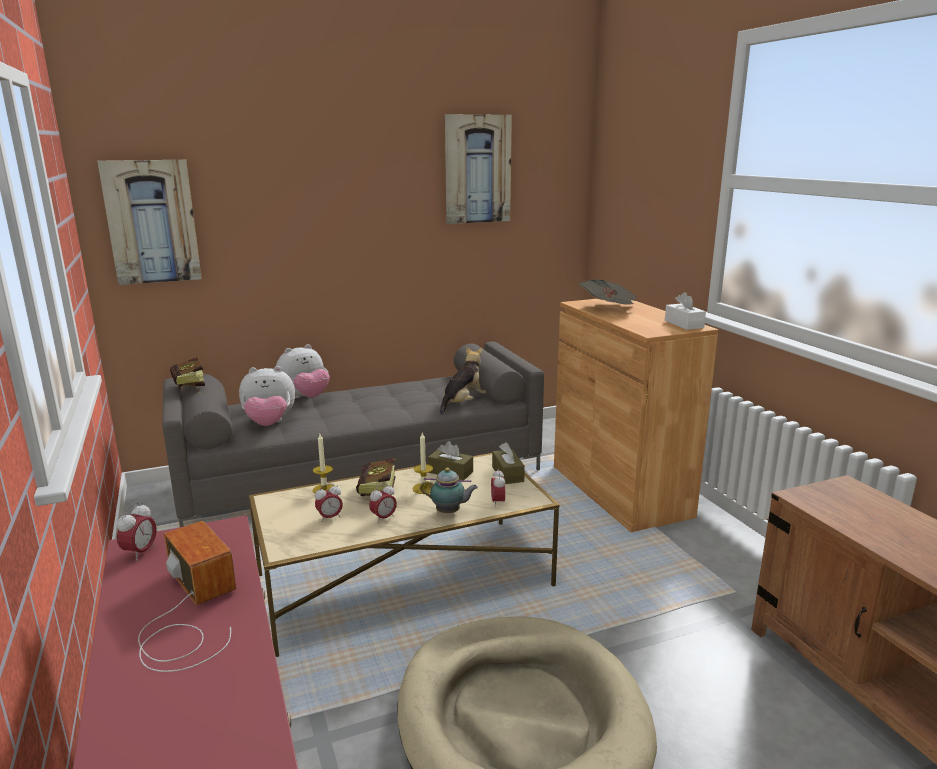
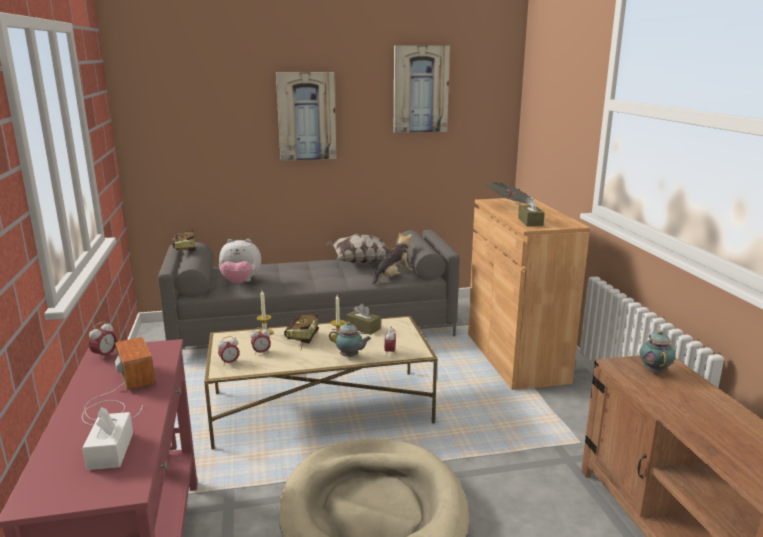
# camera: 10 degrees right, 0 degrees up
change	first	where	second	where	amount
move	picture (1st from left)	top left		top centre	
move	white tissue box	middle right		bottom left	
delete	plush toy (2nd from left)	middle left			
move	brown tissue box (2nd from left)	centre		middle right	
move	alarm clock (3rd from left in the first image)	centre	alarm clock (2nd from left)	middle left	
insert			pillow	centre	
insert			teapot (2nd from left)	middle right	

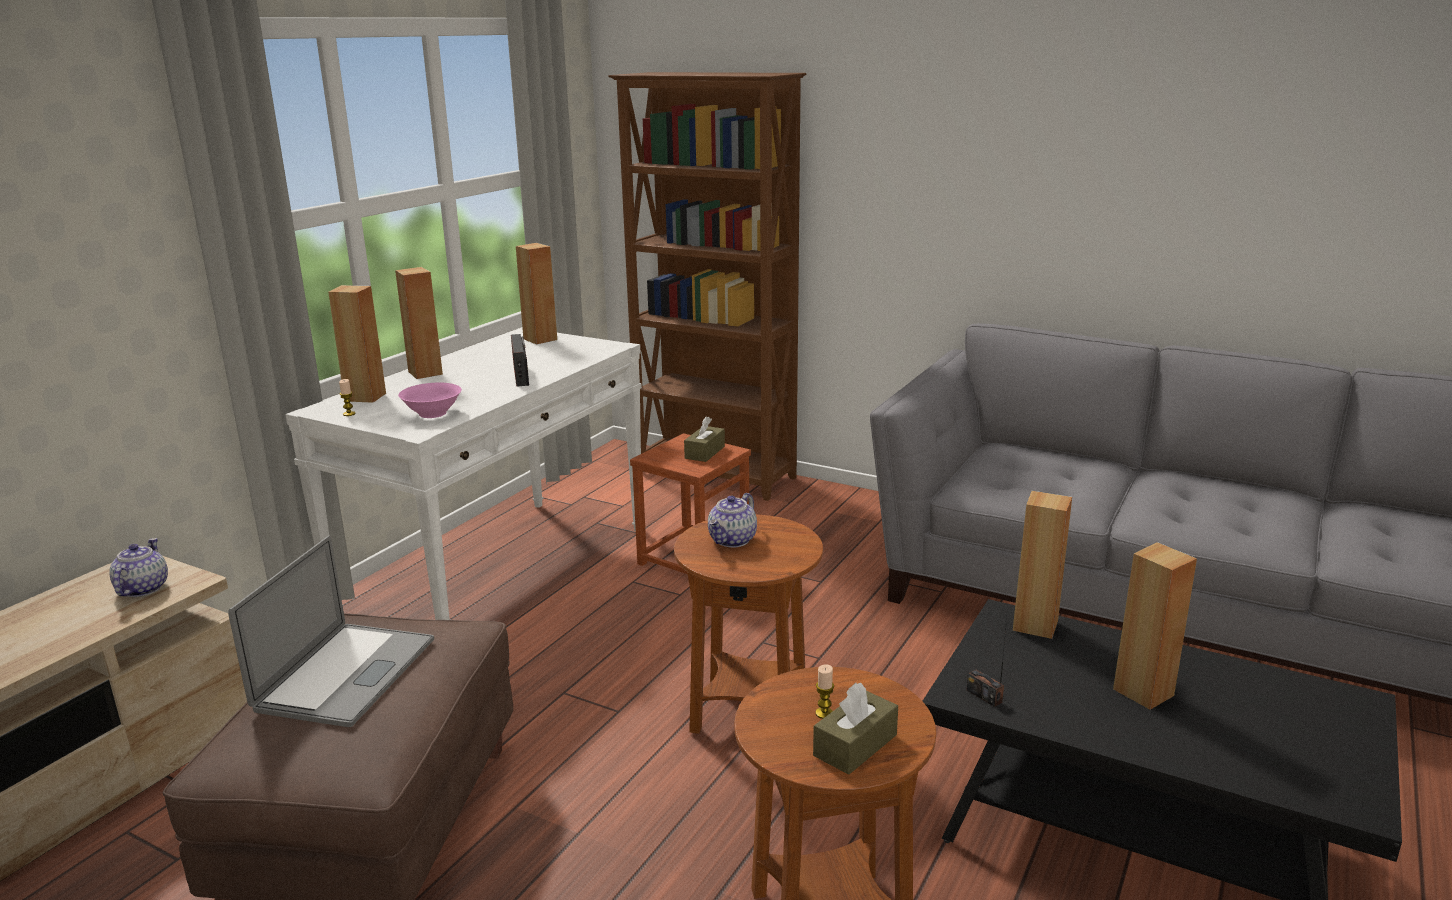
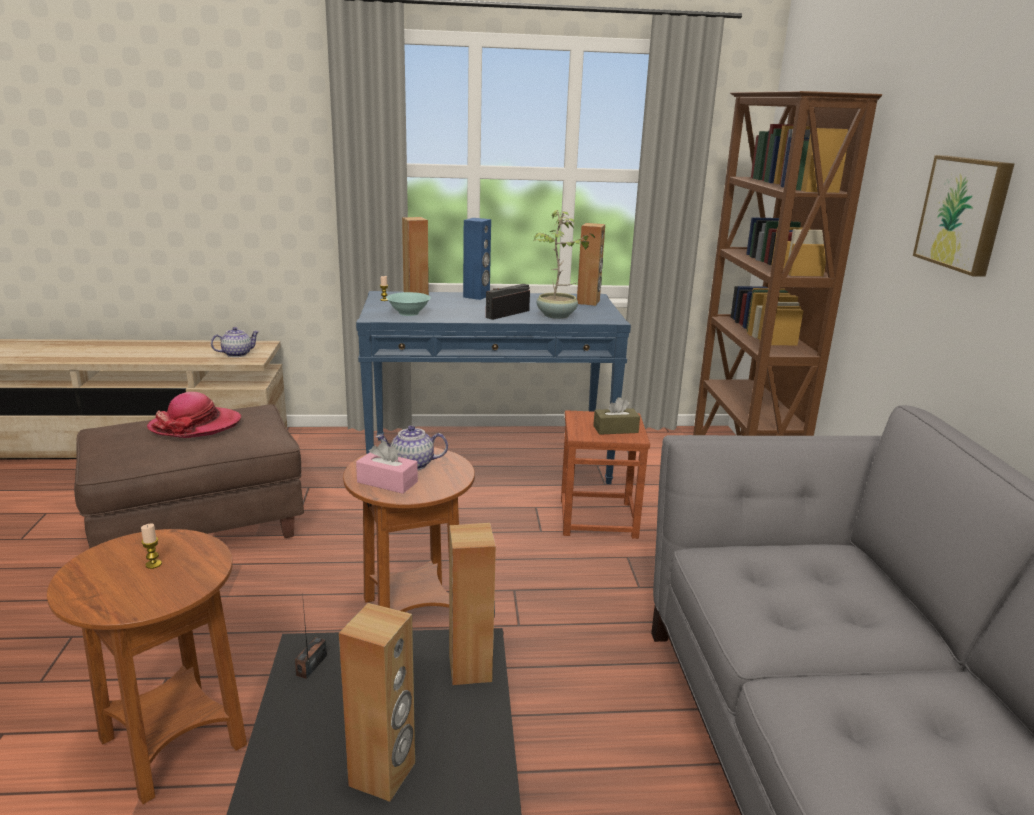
# camera: 55 degrees right, 0 degrees up
change	first	where	second	where	amount
recolor	brown speaker (2nd from left)	middle left	blue speaker	top centre	
recolor	white console table	middle left	blue console table	centre	
recolor	pink bowl	middle left	turquoise bowl	centre	
replace	laptop	bottom left	hat	middle left	
delete	brown tissue box (2nd from left)	bottom centre			
insert			picture	top right	
insert			potted plant	top centre	
insert			pink tissue box	centre	

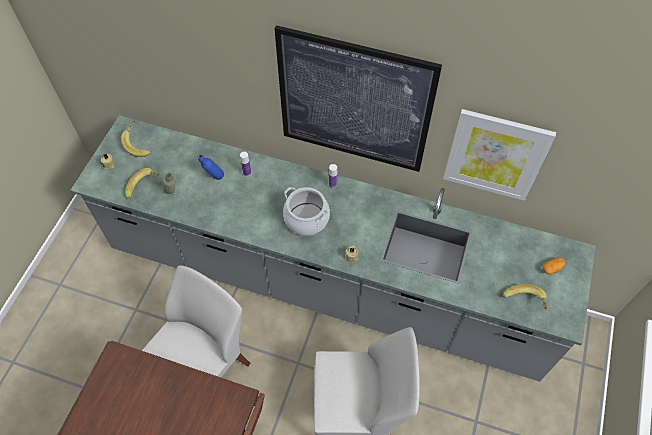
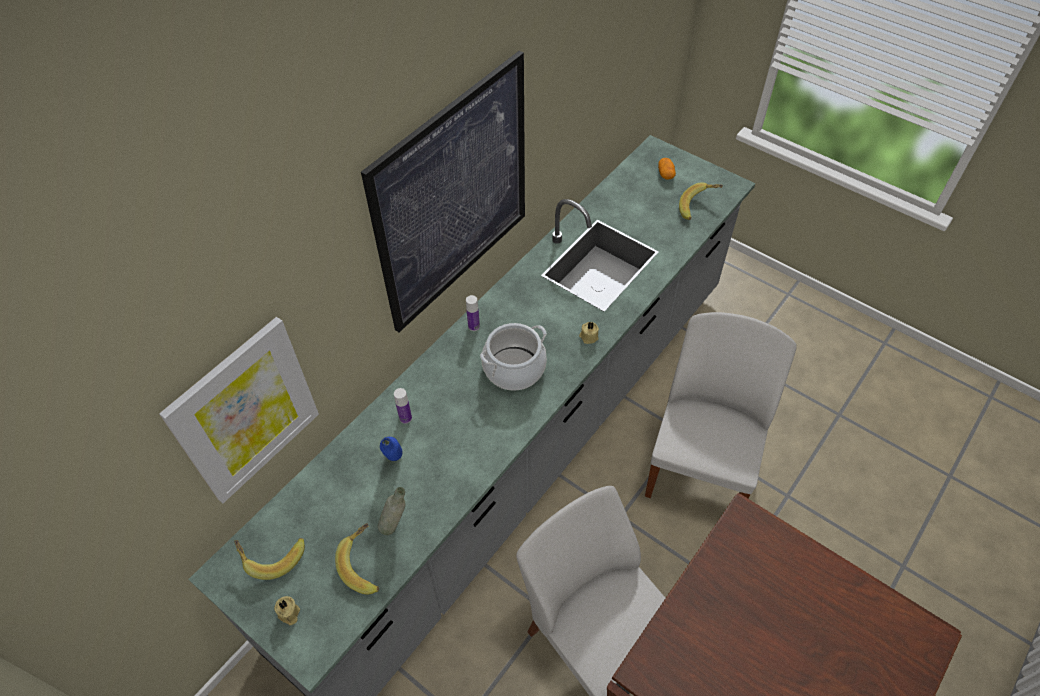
# camera: 70 degrees left, 5 degrees down
change	first	where	second	where	amount
move	picture (2nd from left in the first image)	middle right	picture (1st from left)	middle left	

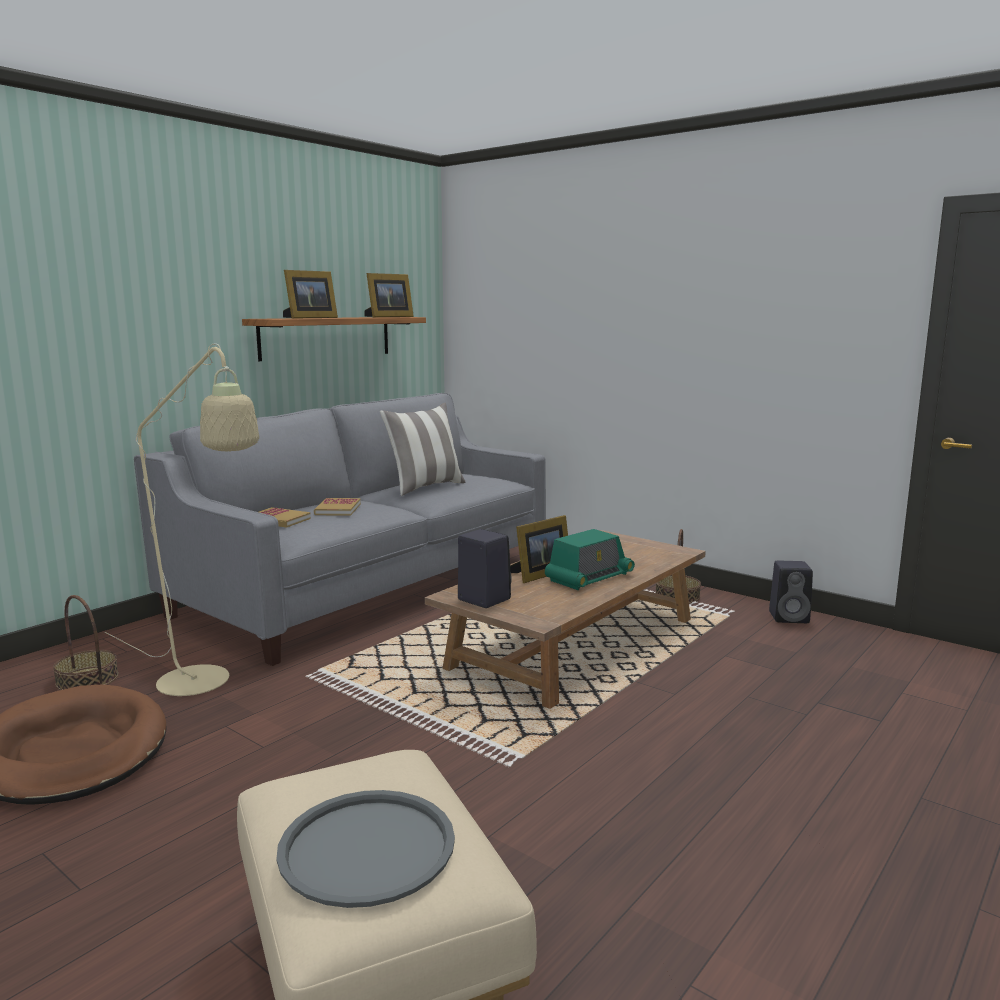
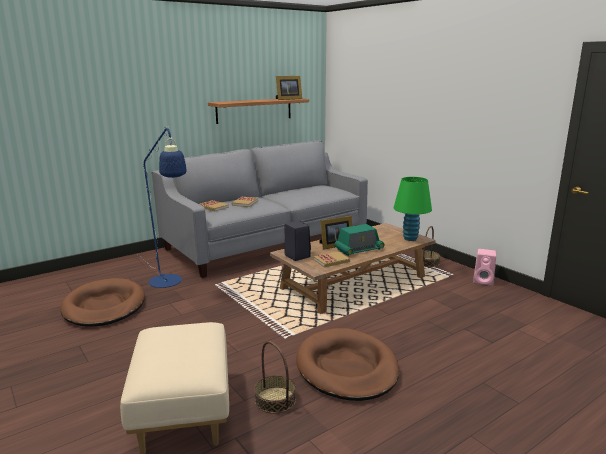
# camera: 15 degrees right, 5 degrees up
change	first	where	second	where	amount
delete	picture frame (1st from left)	top left			
recolor	beige floor lamp	middle left	blue floor lamp	middle left	
delete	pillow	centre			
recolor	black speaker (2nd from left)	middle right	pink speaker	middle right	
move	basket (1st from left)	middle left		bottom centre	
delete	grey tray	bottom centre			
insert			green table lamp	middle right	
insert			book (3rd from left)	centre	
insert			brown dog bed (2nd from left)	bottom centre	

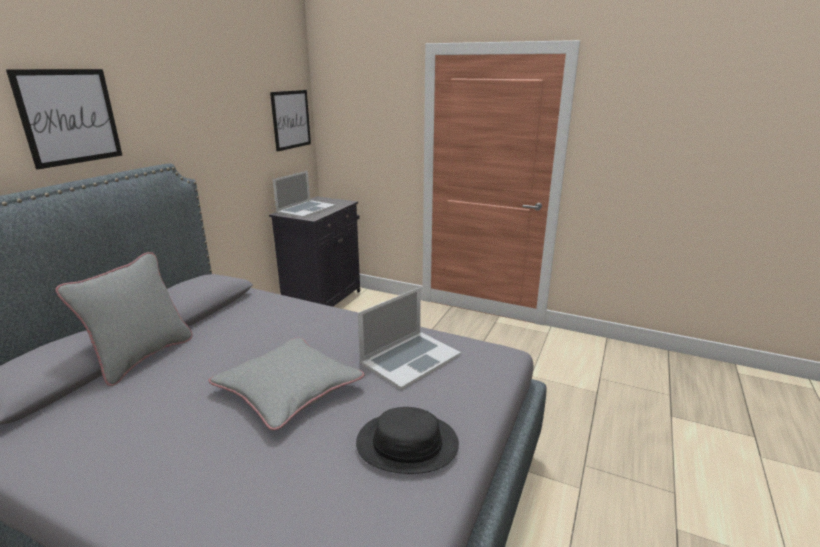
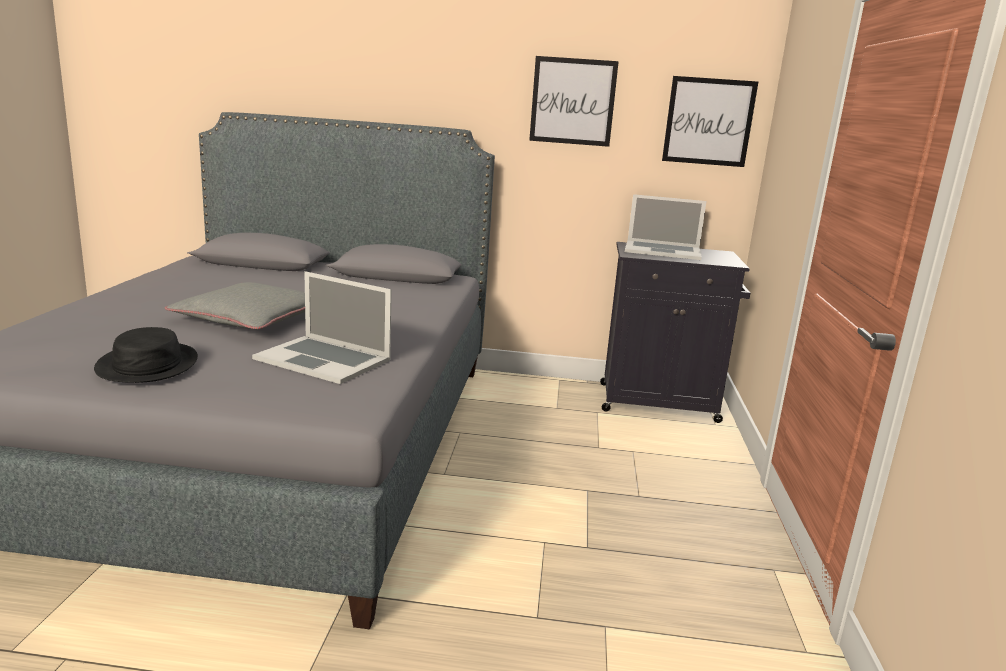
# camera: 70 degrees right, 5 degrees down
change	first	where	second	where	amount
move	picture (1st from left)	top left		top centre	
delete	grey pillow (1st from left)	middle left			

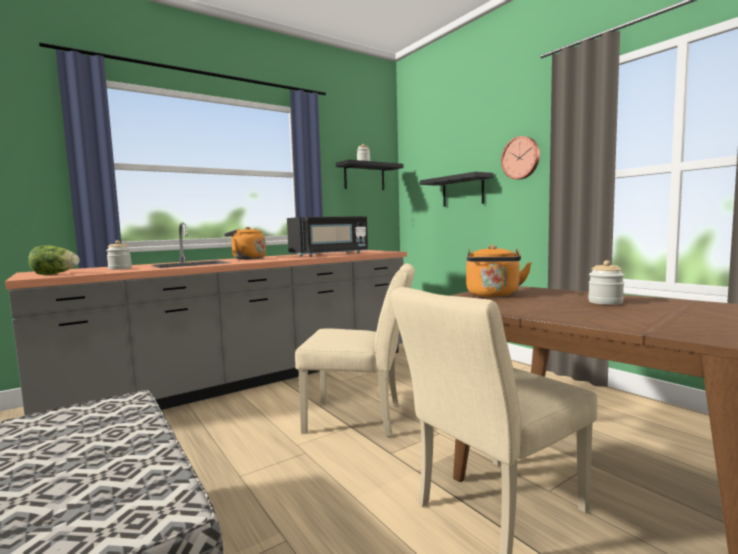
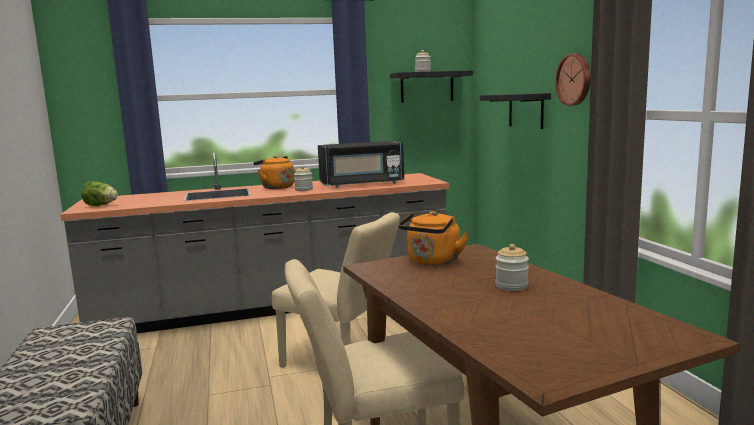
# camera: 20 degrees right, 5 degrees up
change	first	where	second	where	amount
move	jar (1st from left)	middle left		centre	

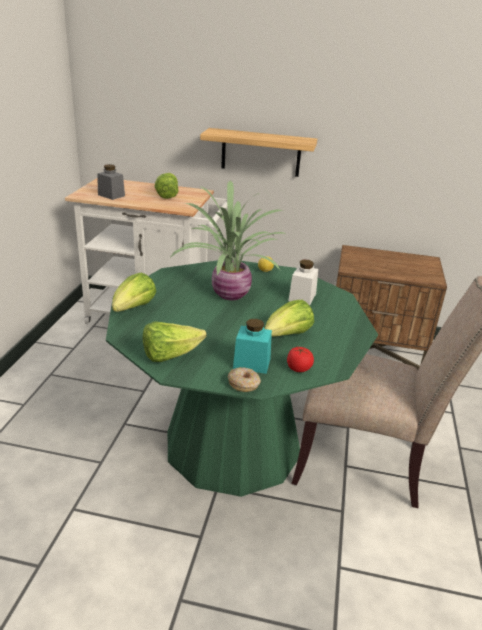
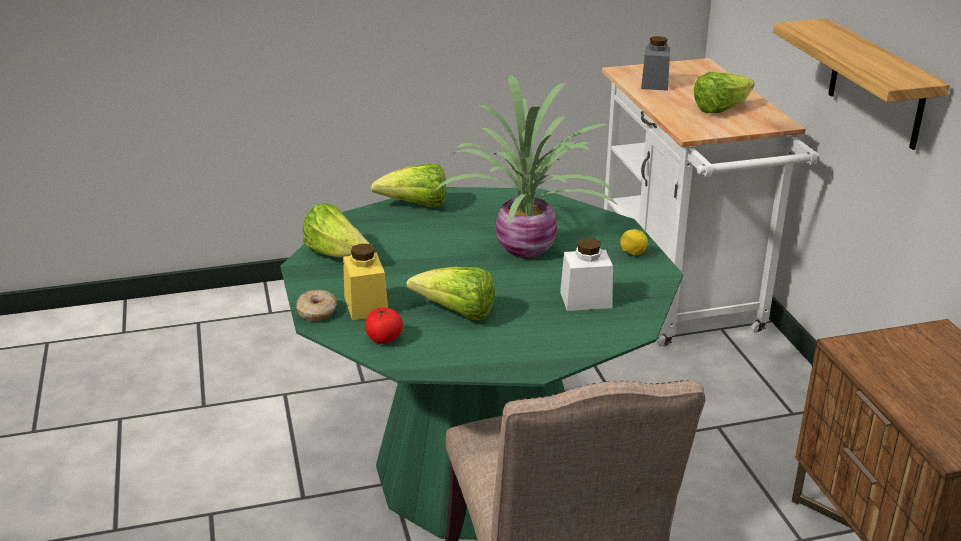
# camera: 65 degrees right, 0 degrees up
change	first	where	second	where	amount
recolor	turquoise jar	centre	yellow jar	centre	

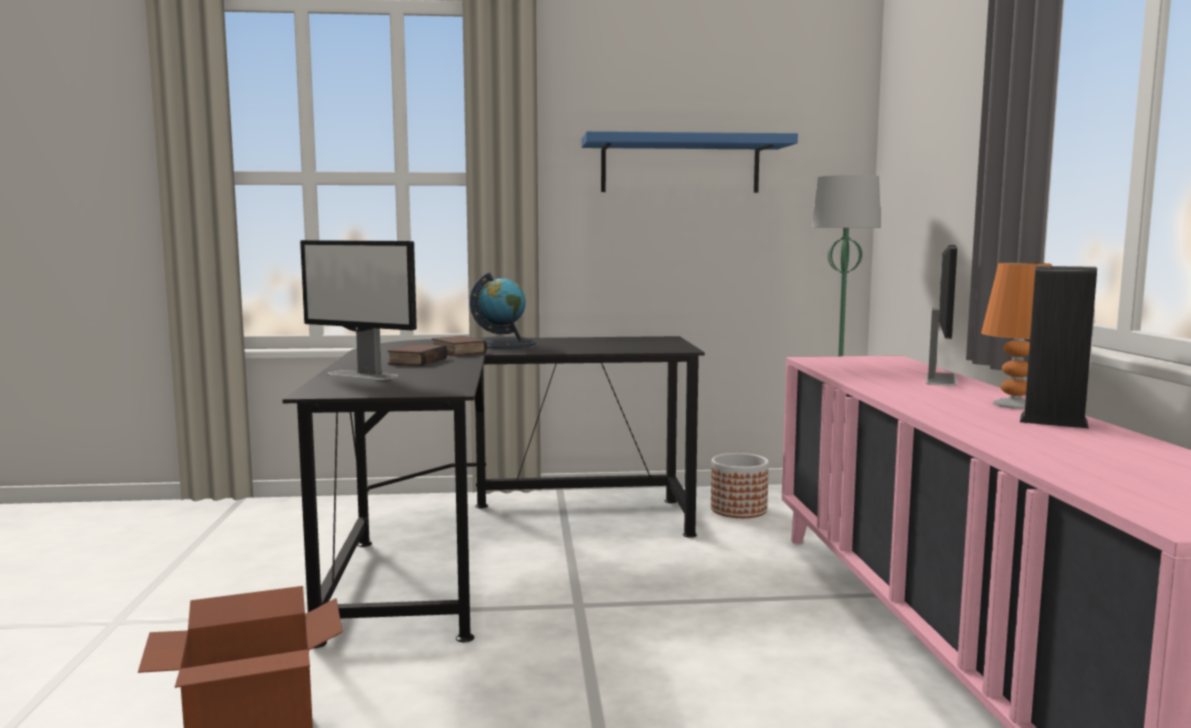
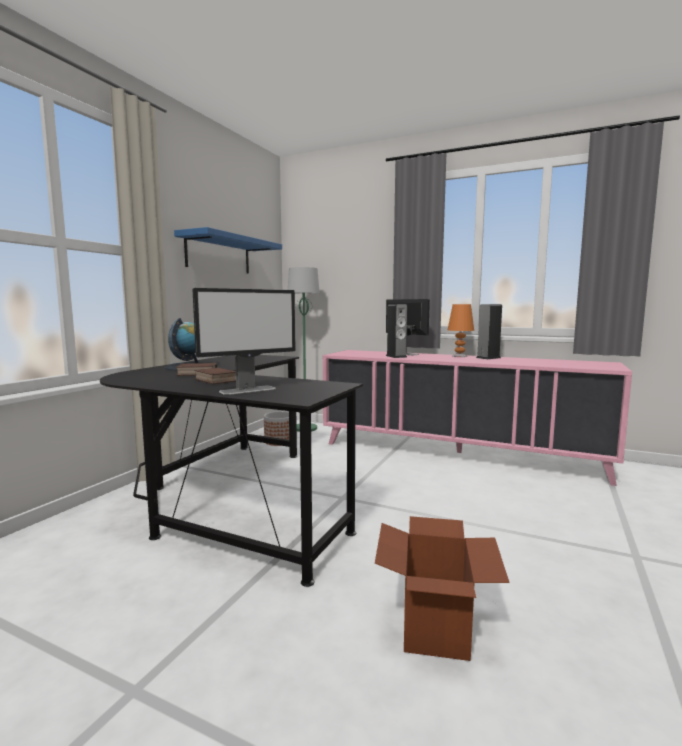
# camera: 60 degrees left, 0 degrees up
change	first	where	second	where	amount
insert			speaker (1st from left)	centre	

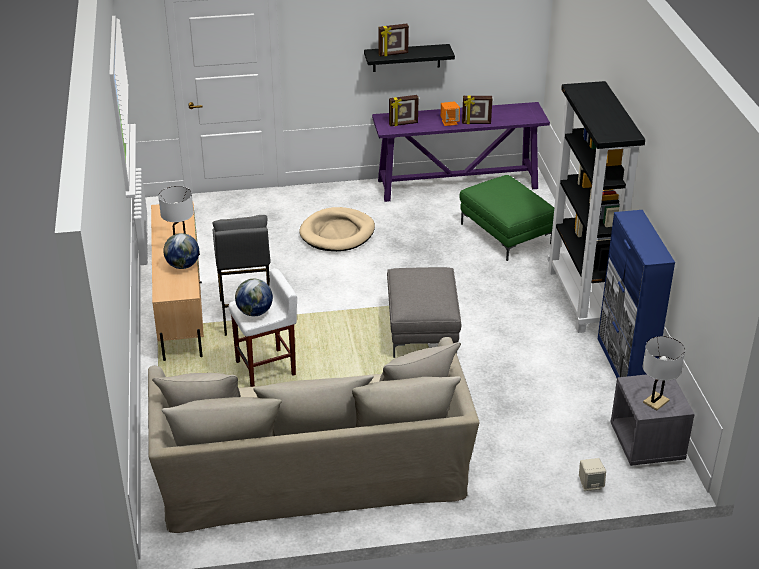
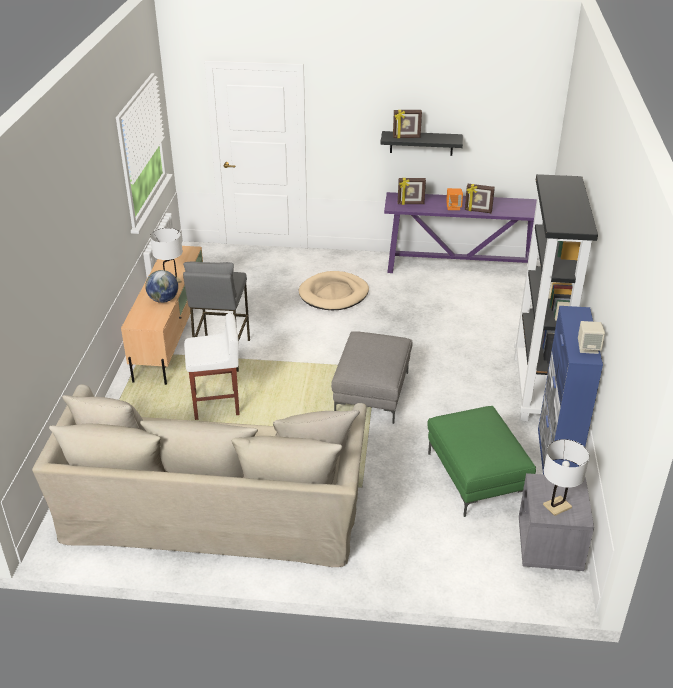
# camera: 15 degrees right, 0 degrees up
change	first	where	second	where	amount
move	green ottoman	middle right		bottom right	
delete	globe (2nd from left)	centre			
move	beige speaker	bottom right		middle right	

